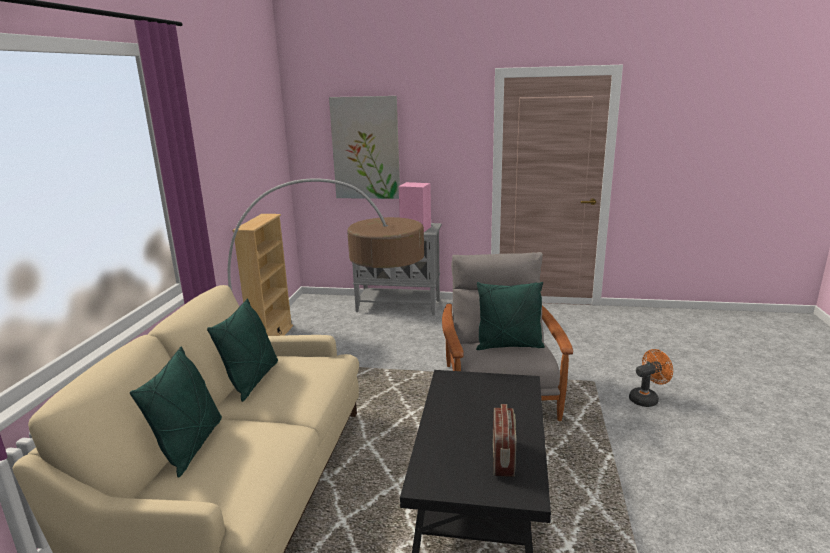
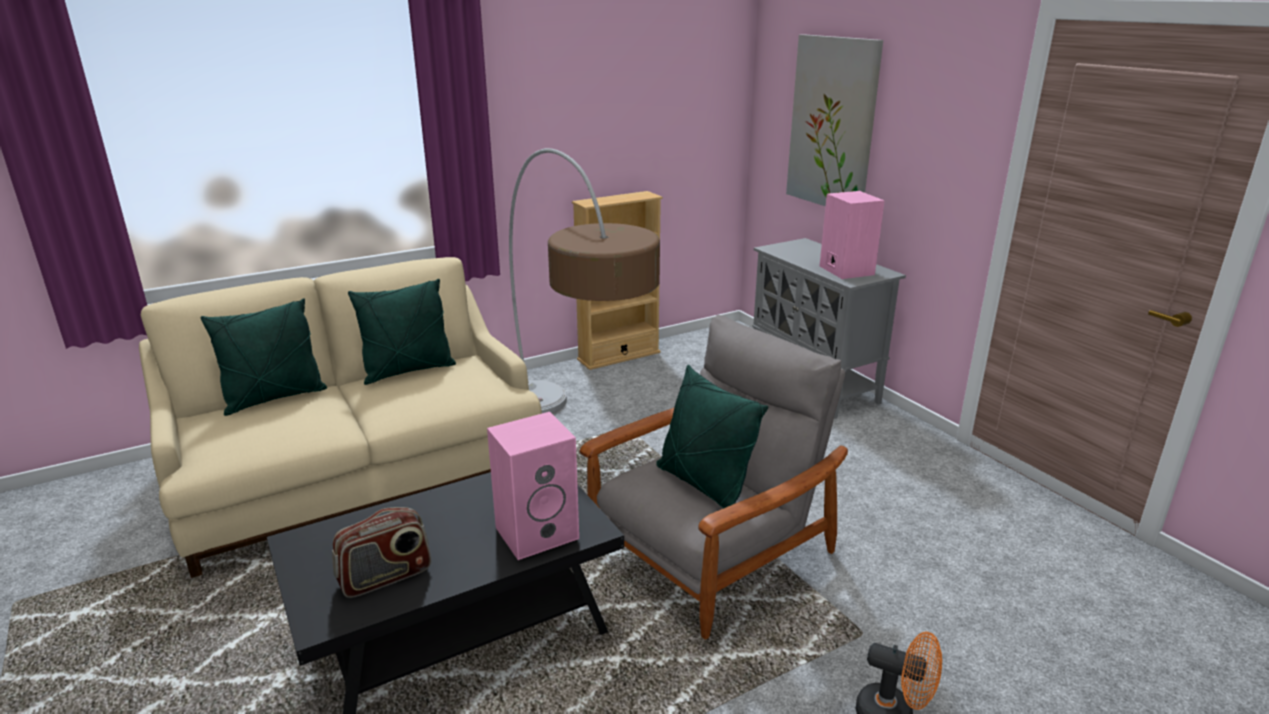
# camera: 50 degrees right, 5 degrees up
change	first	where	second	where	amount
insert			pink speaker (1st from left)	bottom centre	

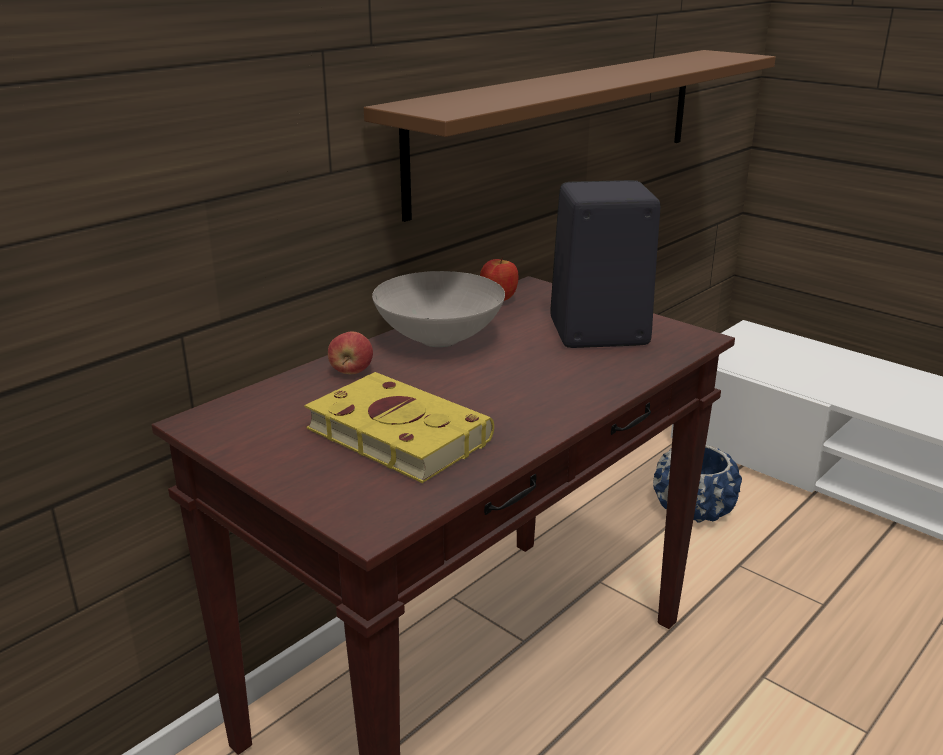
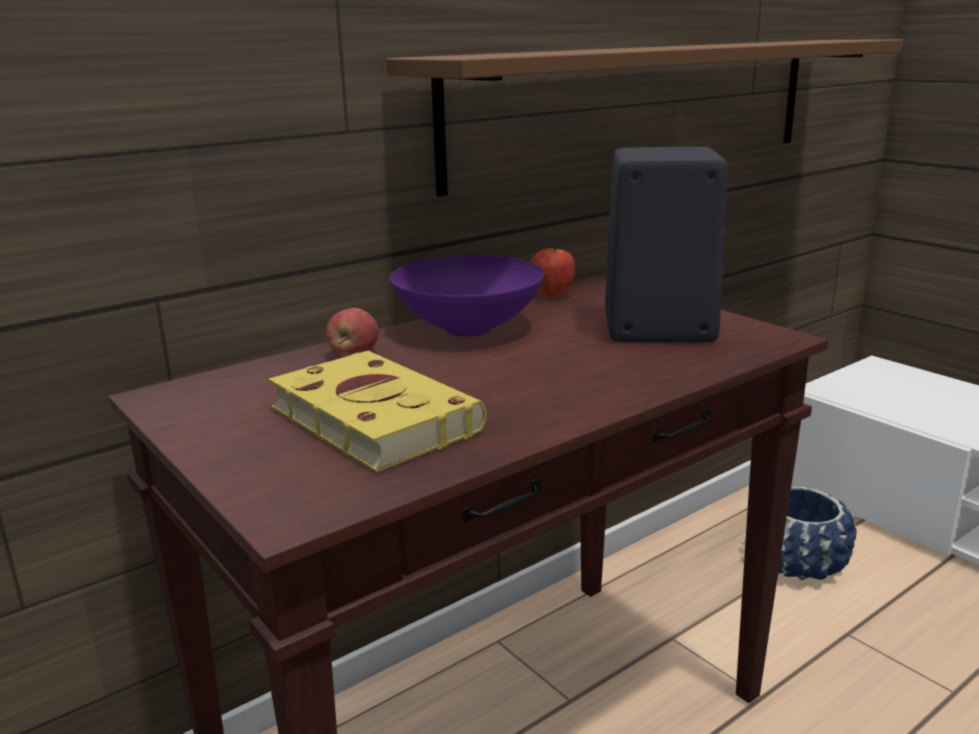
# camera: 10 degrees right, 5 degrees down
change	first	where	second	where	amount
recolor	white bowl	centre	purple bowl	centre	

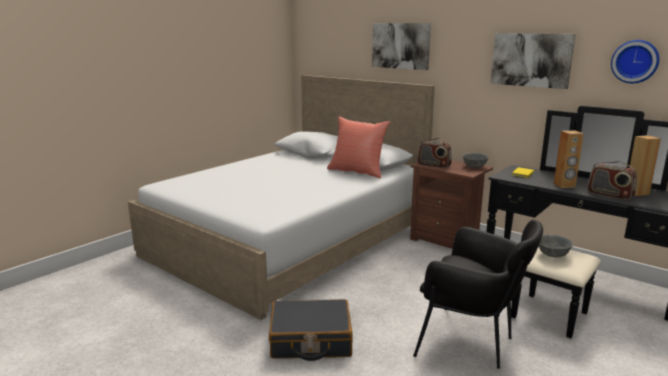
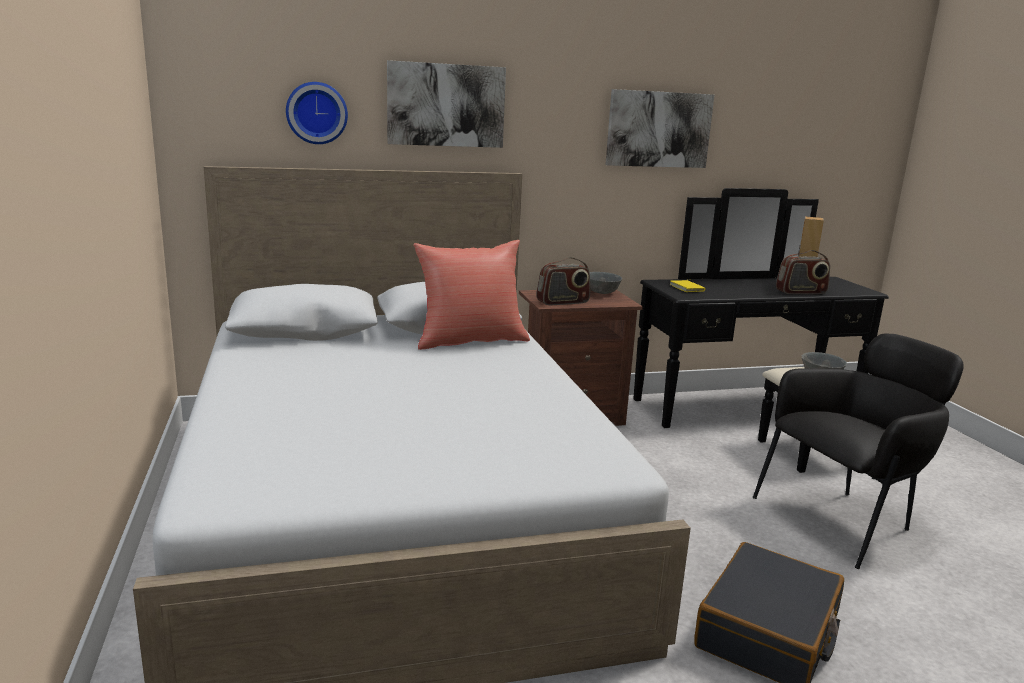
# camera: 55 degrees left, 0 degrees up
change	first	where	second	where	amount
move	wall clock	top right		top left	
delete	brown speaker (1st from left)	middle right			

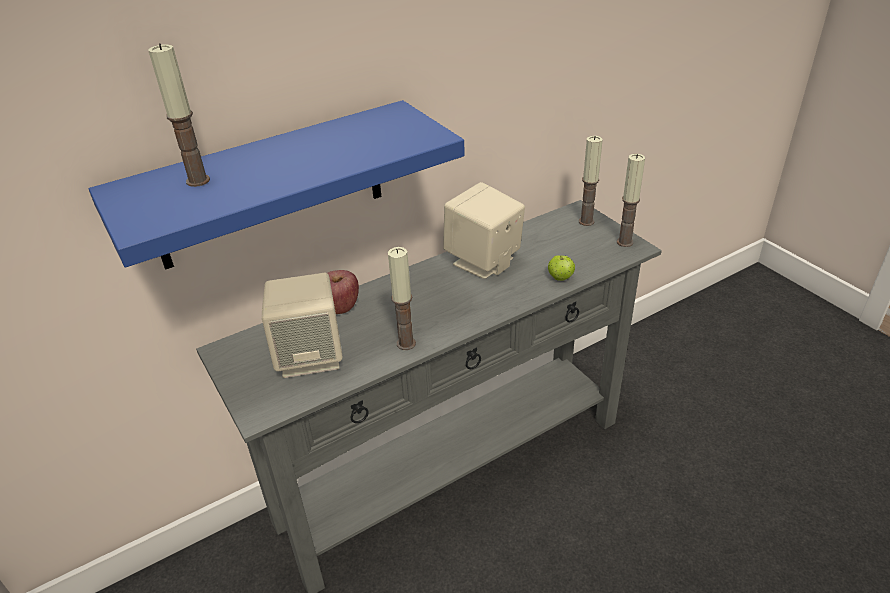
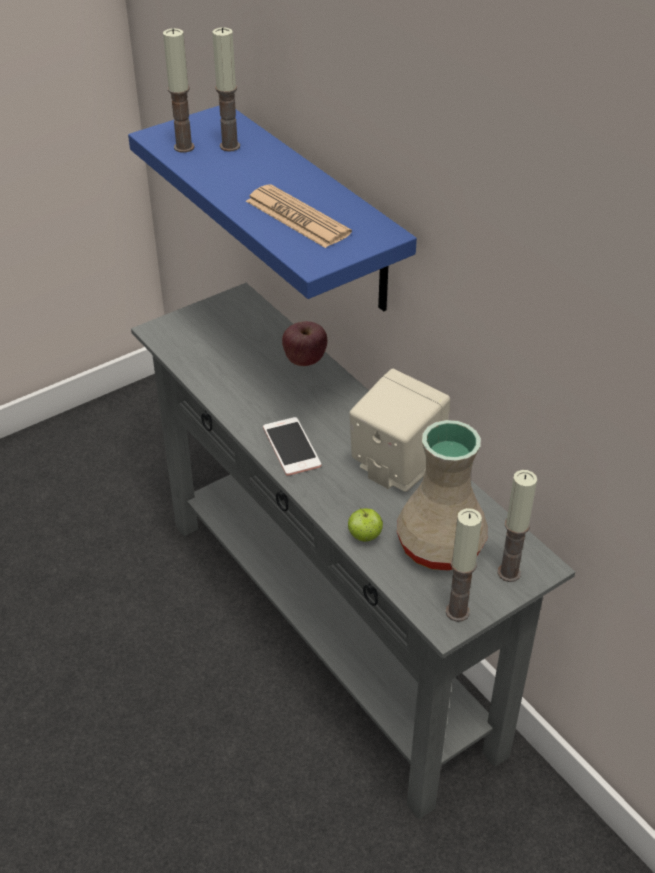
# camera: 85 degrees right, 5 degrees up
change	first	where	second	where	amount
move	candle (2nd from left in the first image)	centre	candle (1st from left)	top left	
delete	beige speaker (1st from left)	centre			
insert			newspaper	top centre	
insert			phone	centre	
insert			beige vase	middle right	

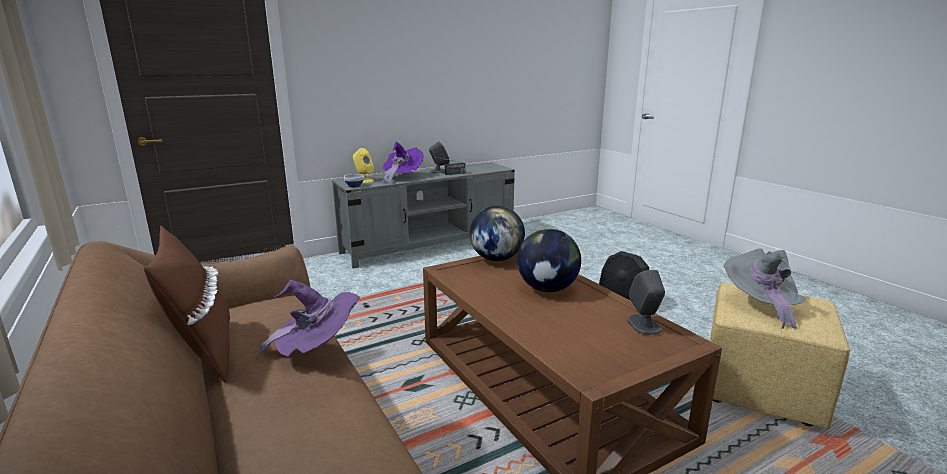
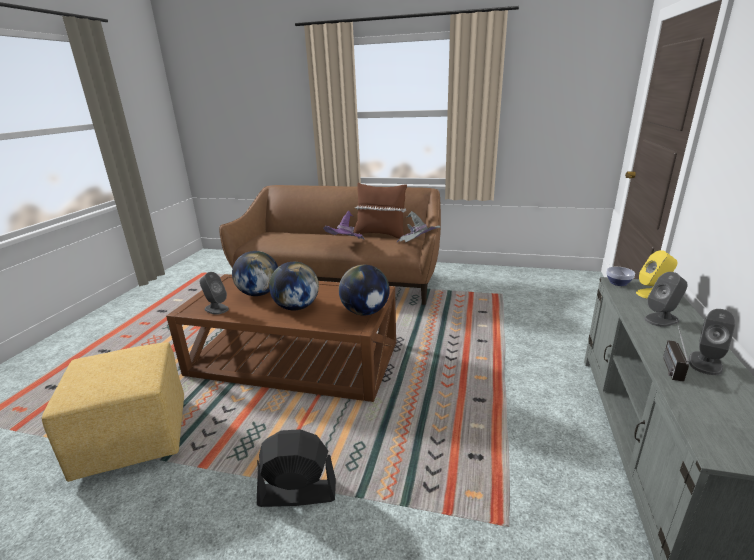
# camera: 135 degrees right, 5 degrees up
change	first	where	second	where	amount
replace	purple hat (2nd from left)	centre	grey speaker (2nd from left)	middle right	
move	grey hat	middle right		centre	
insert			globe (1st from left)	centre	

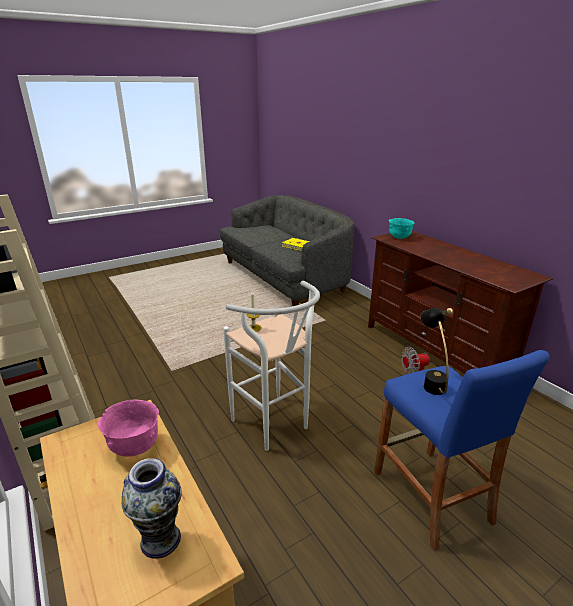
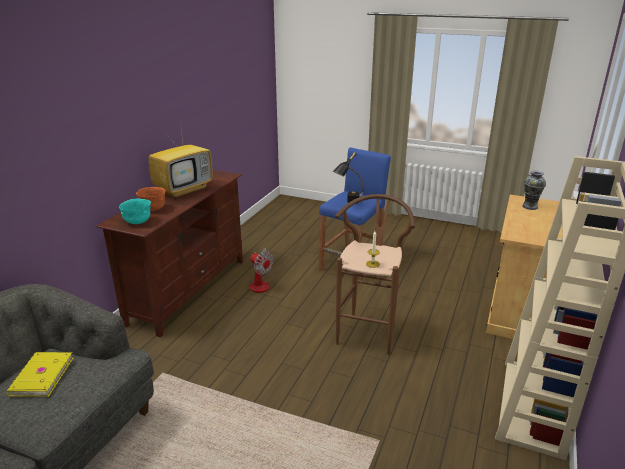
# camera: 125 degrees left, 0 degrees up
change	first	where	second	where	amount
recolor	white stool	centre	brown stool	centre	
delete	pink bowl	bottom left			
insert			television	middle left	
insert			orange bowl	middle left	

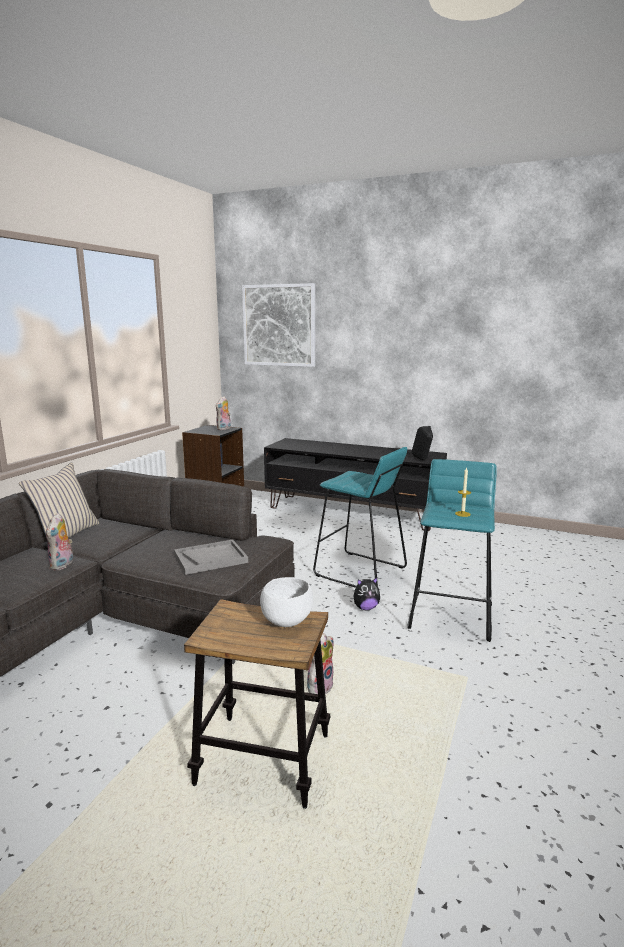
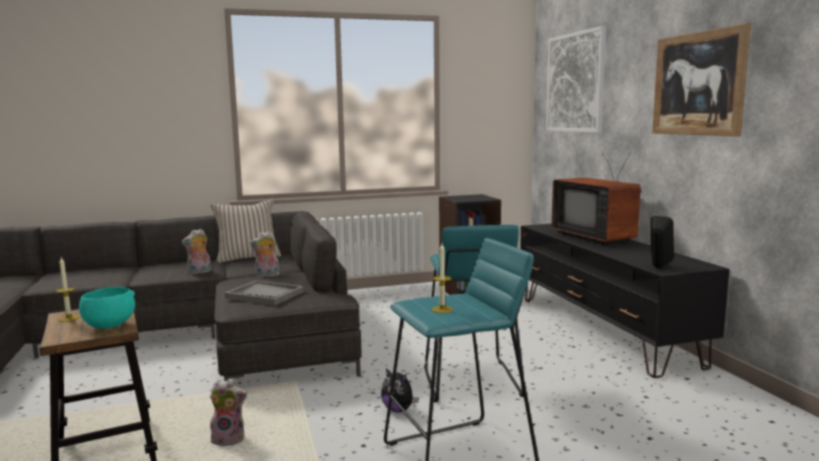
# camera: 50 degrees right, 5 degrees down
change	first	where	second	where	amount
move	plush toy (2nd from left in the first image)	centre	plush toy (3rd from left)	middle left	
recolor	white bowl	centre	turquoise bowl	bottom left	
insert			picture (2nd from left)	top right	
insert			television	middle right	
insert			candle (1st from left)	middle left	

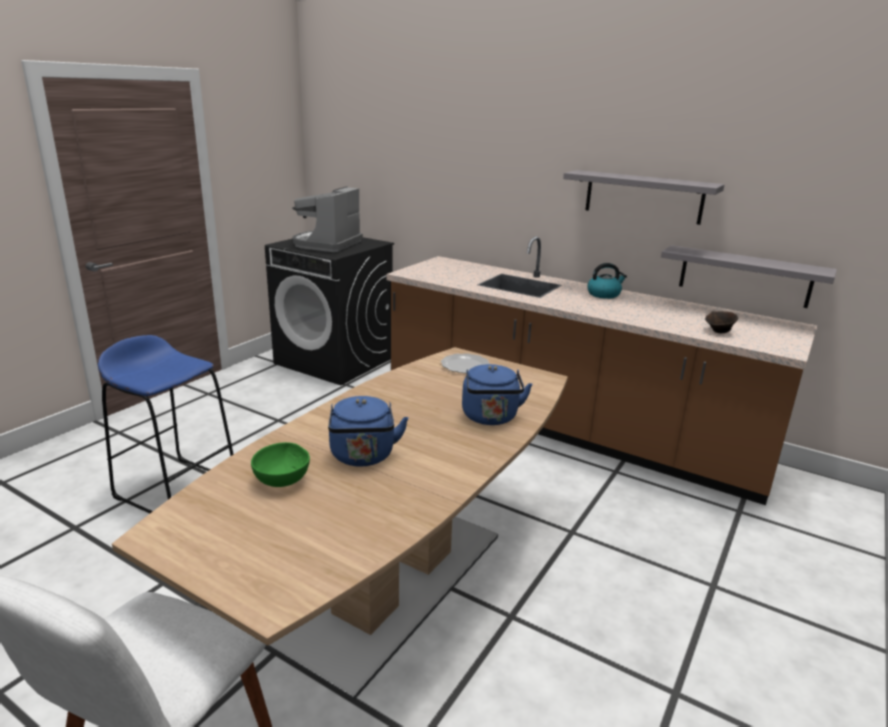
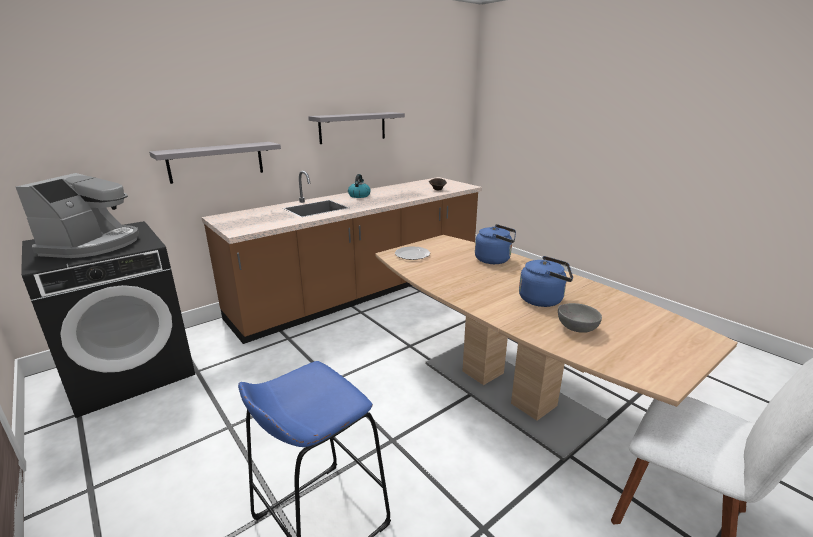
# camera: 70 degrees left, 0 degrees up
change	first	where	second	where	amount
rotate	coffee machine	top centre		middle left	120 degrees counterclockwise
move	grey shelf (2nd from left in the first image)	middle right	grey shelf (1st from left)	top left	
recolor	green bowl	middle left	grey bowl	middle right	

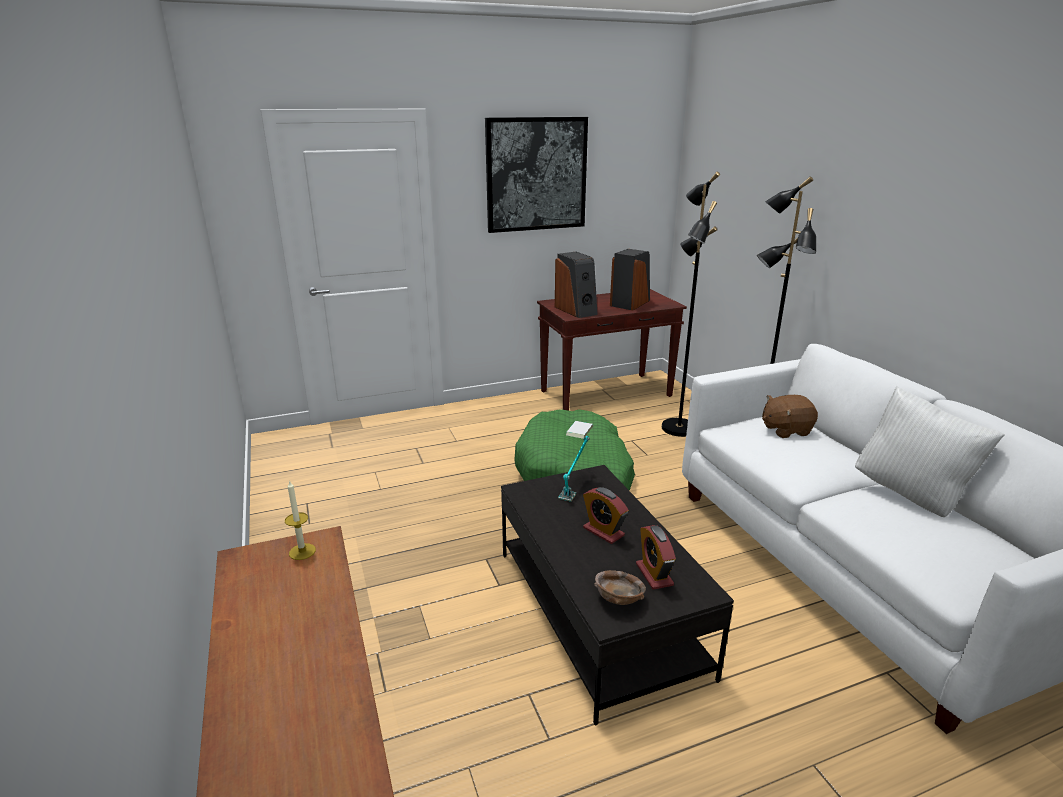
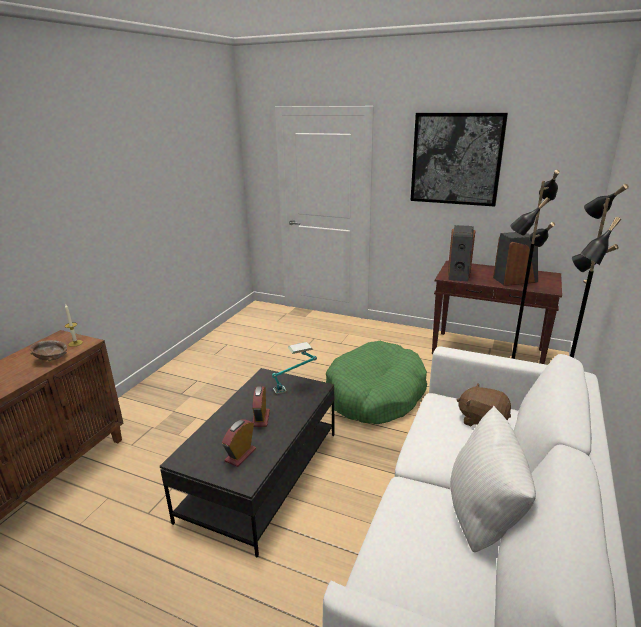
# camera: 45 degrees right, 0 degrees up
change	first	where	second	where	amount
move	brown bowl	bottom centre		middle left	

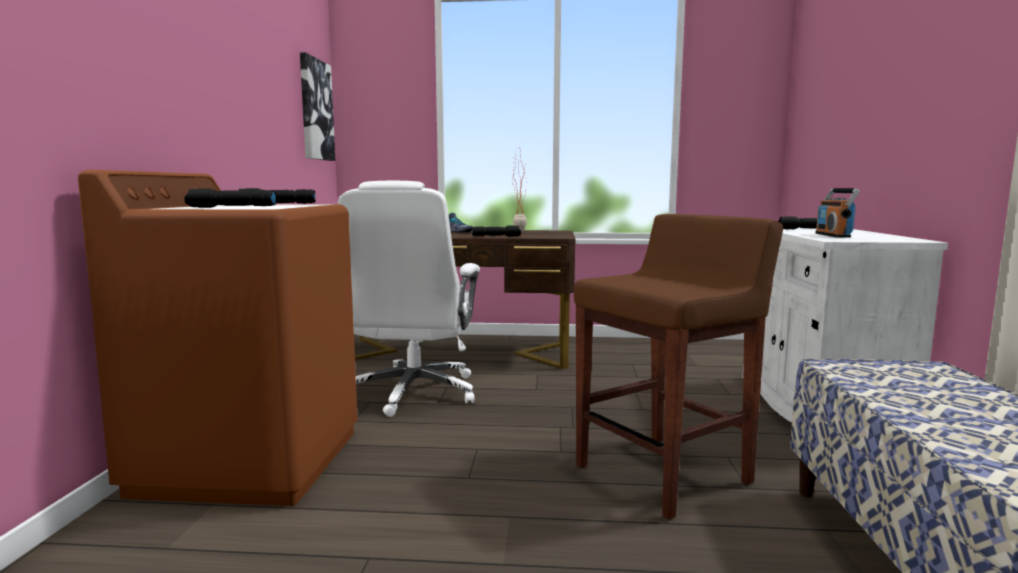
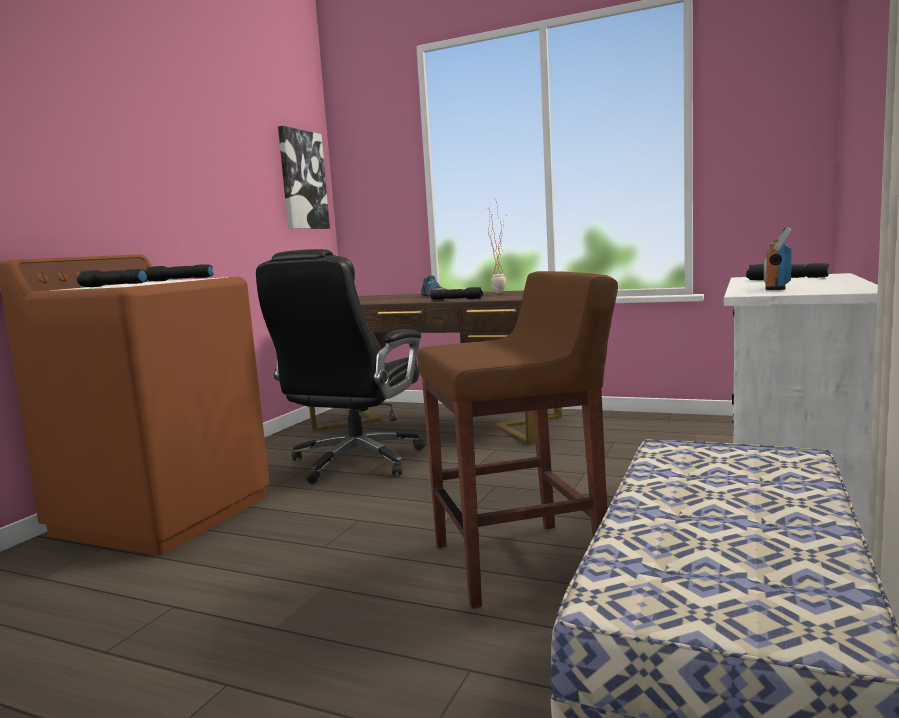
# camera: 20 degrees right, 0 degrees up
change	first	where	second	where	amount
recolor	white office chair	centre	black office chair	centre	

